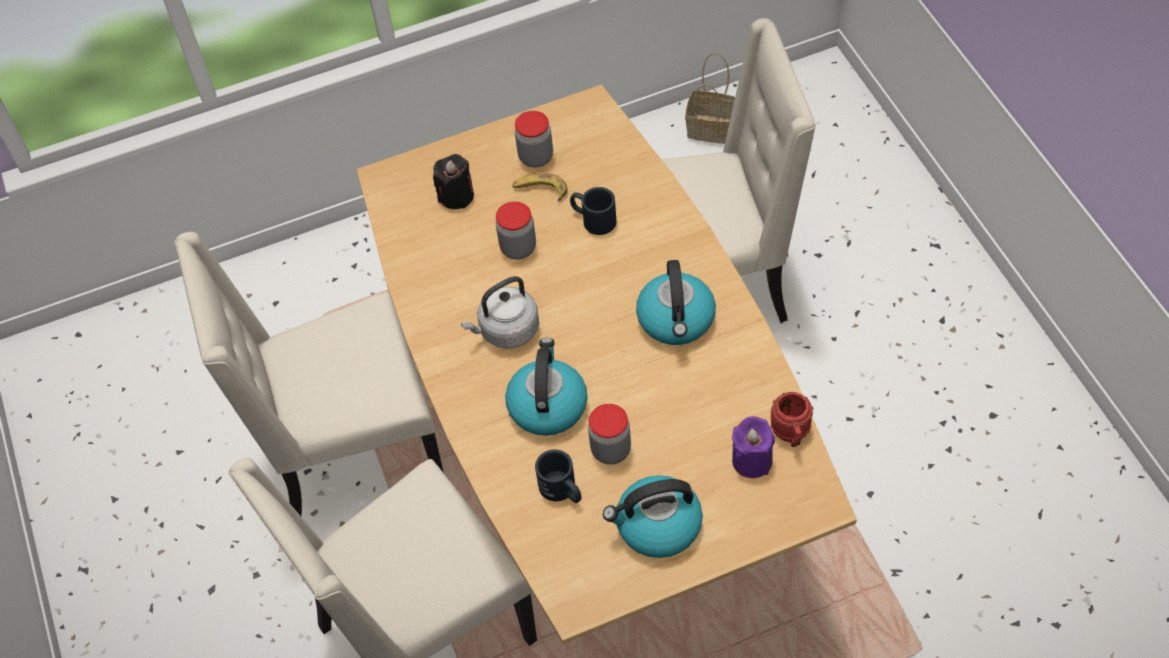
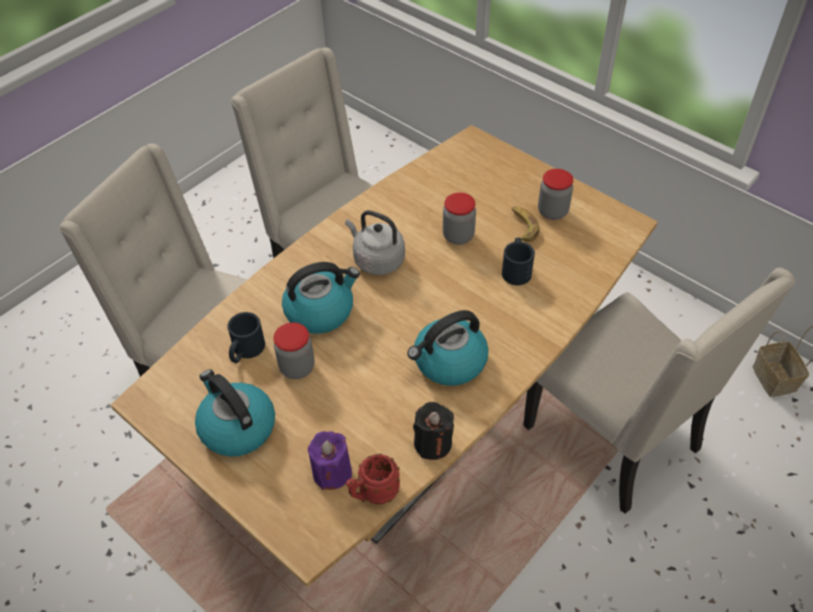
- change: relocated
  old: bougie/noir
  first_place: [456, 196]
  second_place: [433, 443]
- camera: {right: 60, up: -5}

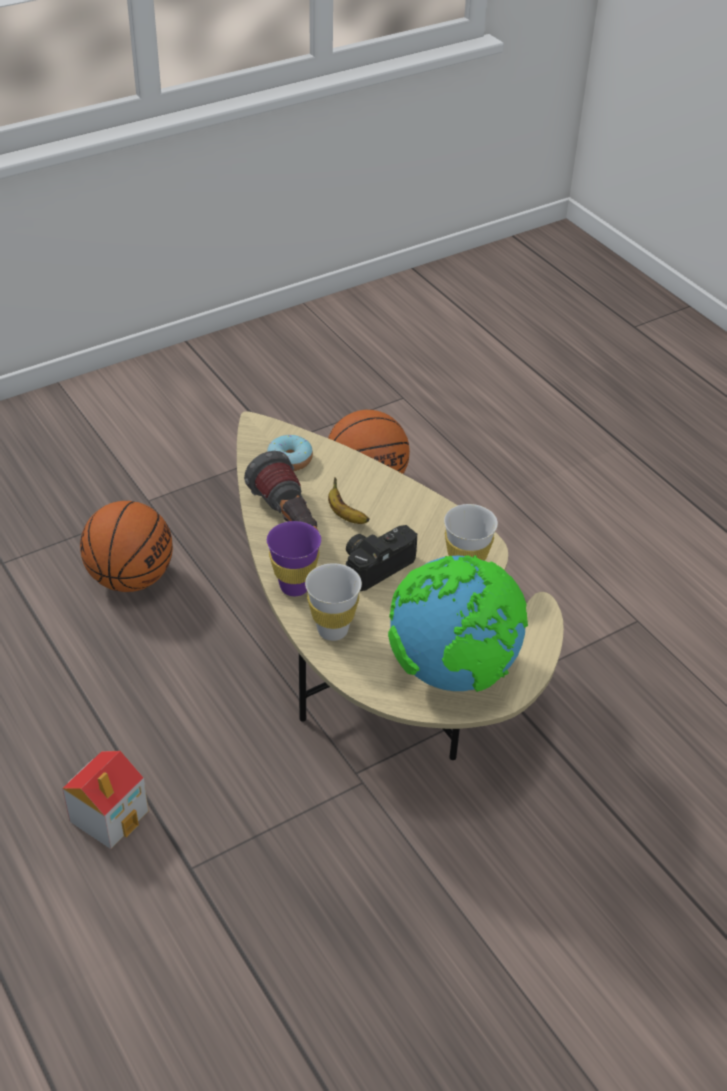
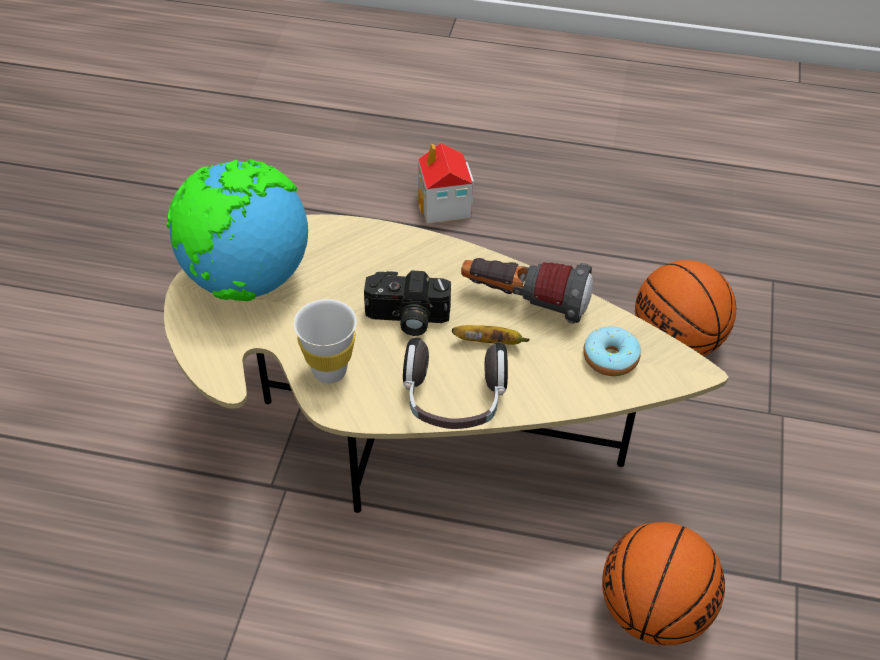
- change: missing
  old: tasse/violet
  first_place: [294, 586]
- change: missing
  old: tasse/blanc
  first_place: [332, 630]
- change: appeared
  new: casque audio
  second_place: [454, 402]
- change: spun
  old: appareil photo
  first_place: [376, 564]
  second_place: [406, 318]
  degrees: 90
- camera: {right: 135, up: 5}

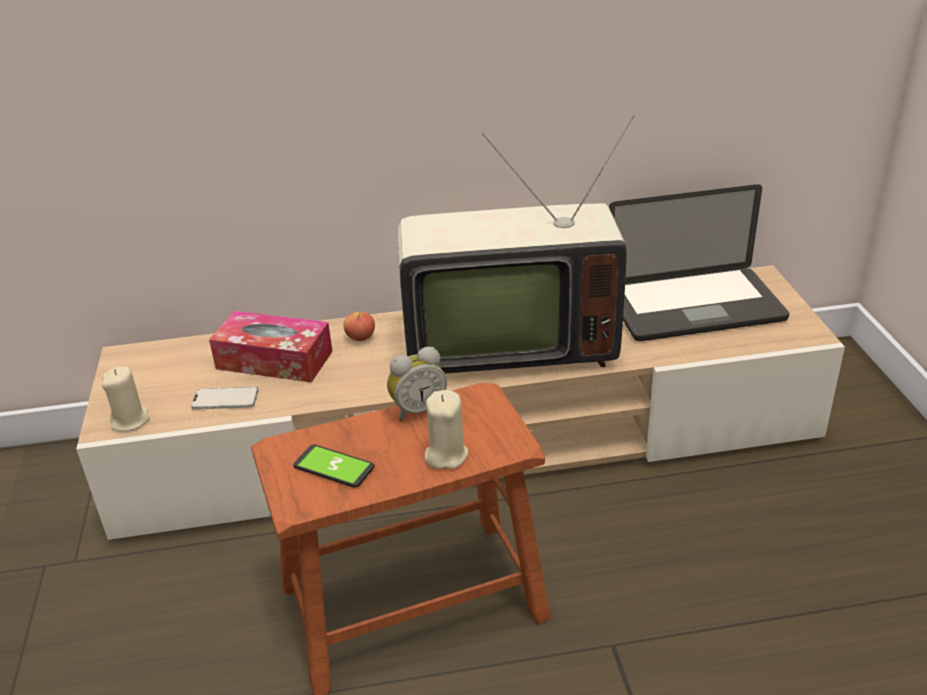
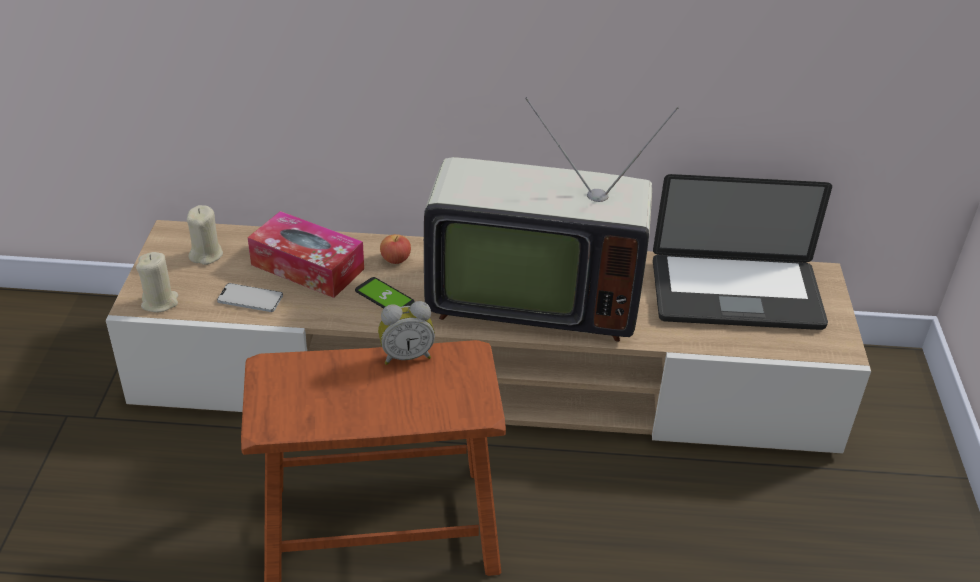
- change: relocated
  old: téléphone
  first_place: [334, 467]
  second_place: [384, 297]
- change: relocated
  old: bougie/beige
  first_place: [446, 455]
  second_place: [206, 254]
- camera: {right: 10, up: 5}

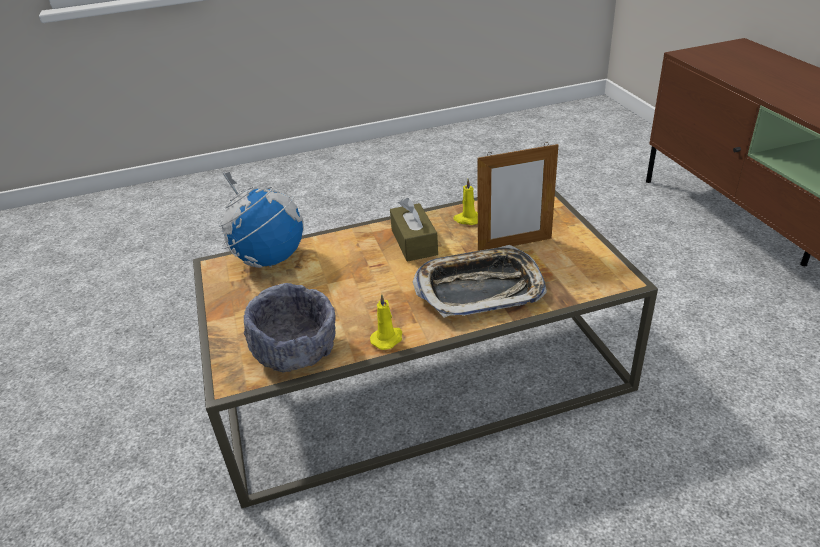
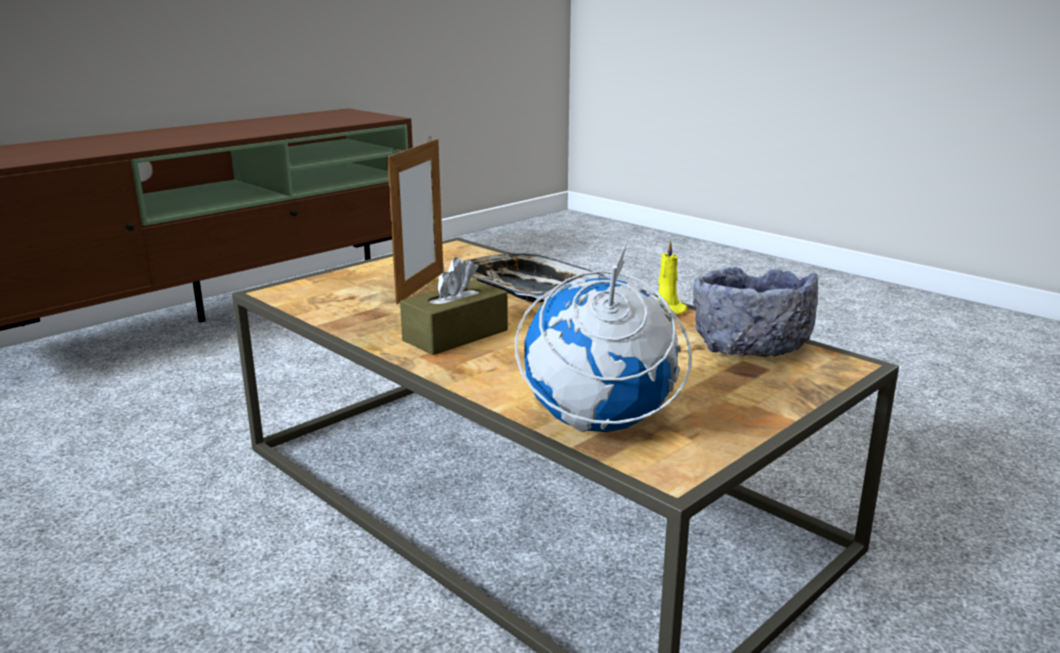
- change: missing
  old: bougie/jaune
  first_place: [467, 219]
- change: spun
  old: cadre photo
  first_place: [514, 245]
  second_place: [420, 287]
  degrees: 60
- camera: {right: -120, up: -15}

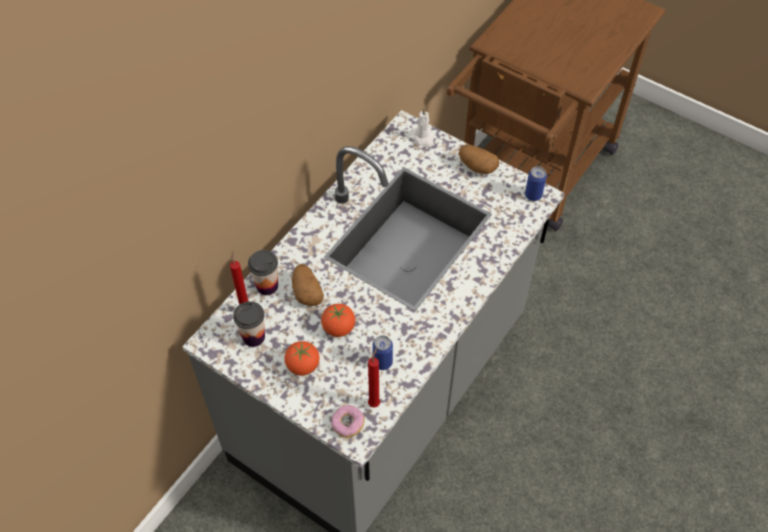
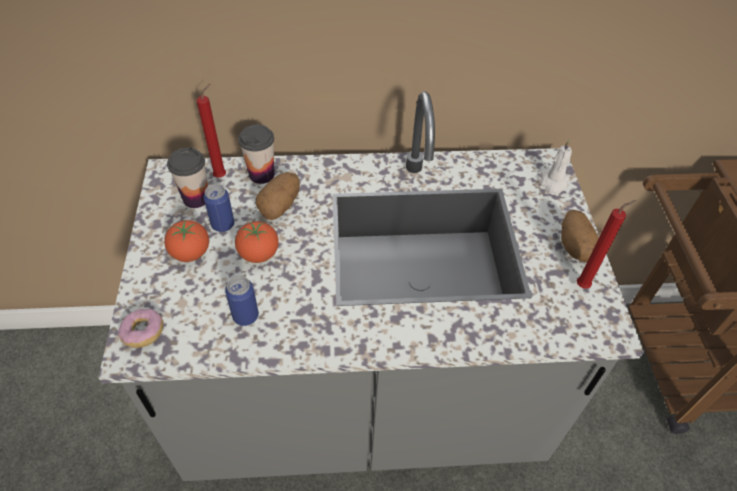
- change: relocated
  old: bougie/rouge
  first_place: [375, 402]
  second_place: [584, 285]
- change: relocated
  old: boîte métallique
  first_place: [533, 195]
  second_place: [223, 224]
- camera: {right: 50, up: -5}

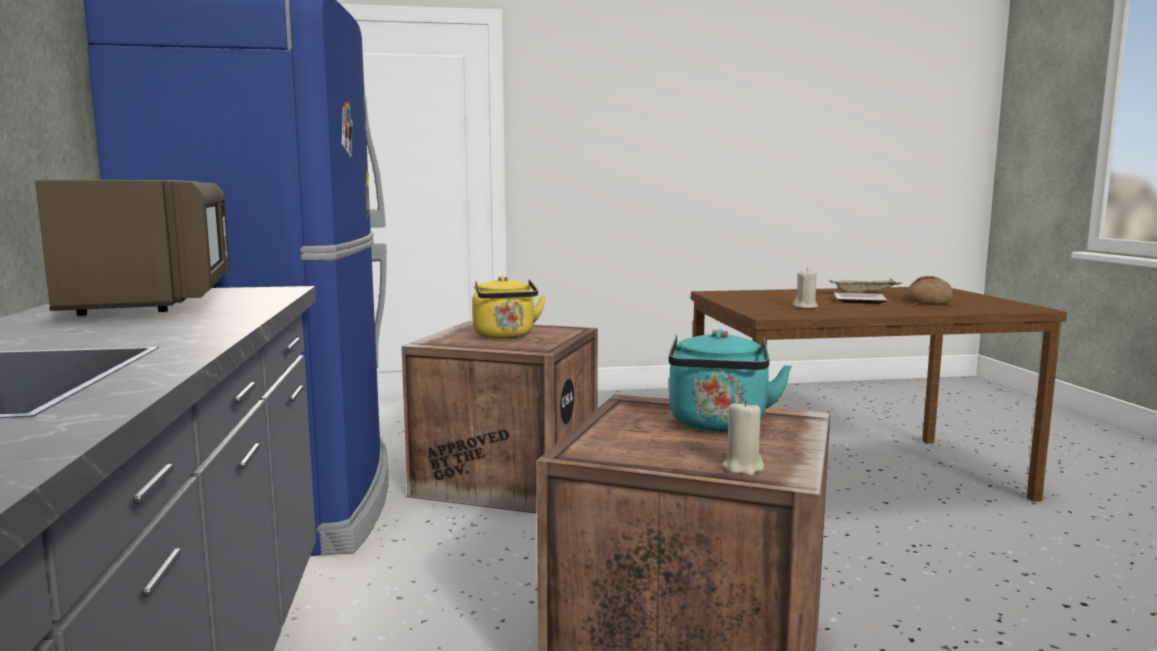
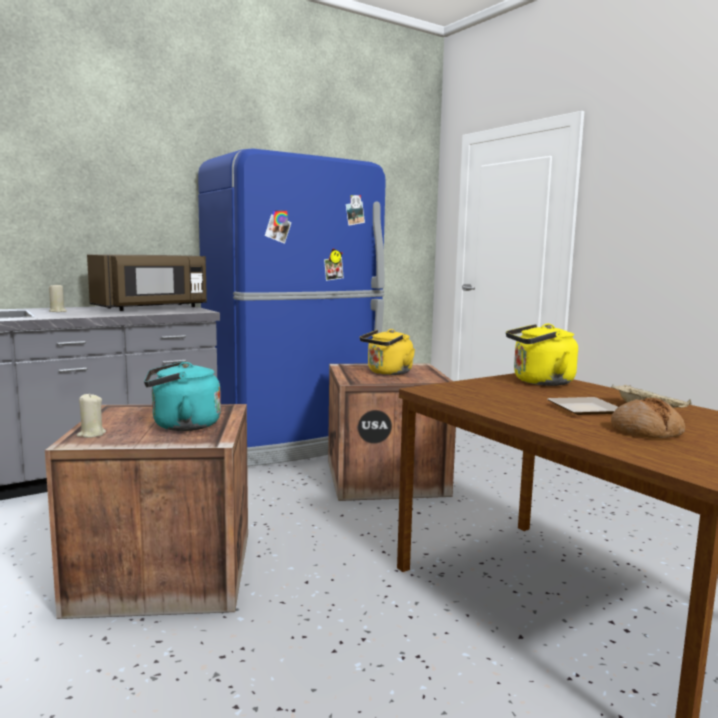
- change: appeared
  new: bouilloire/jaune
  second_place: [539, 382]
- change: relocated
  old: bougie/beige
  first_place: [805, 307]
  second_place: [58, 311]
- camera: {right: 65, up: 0}

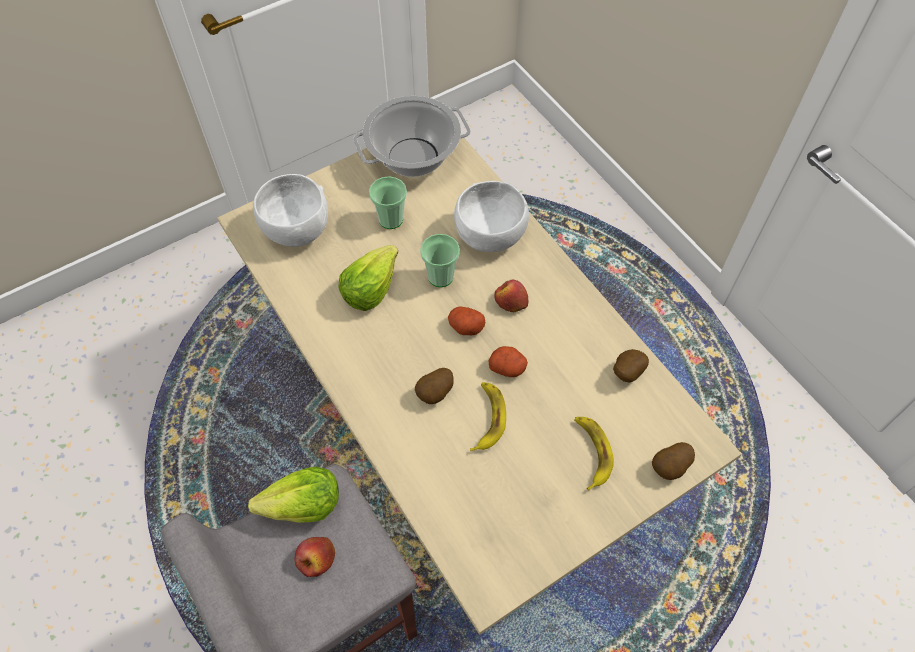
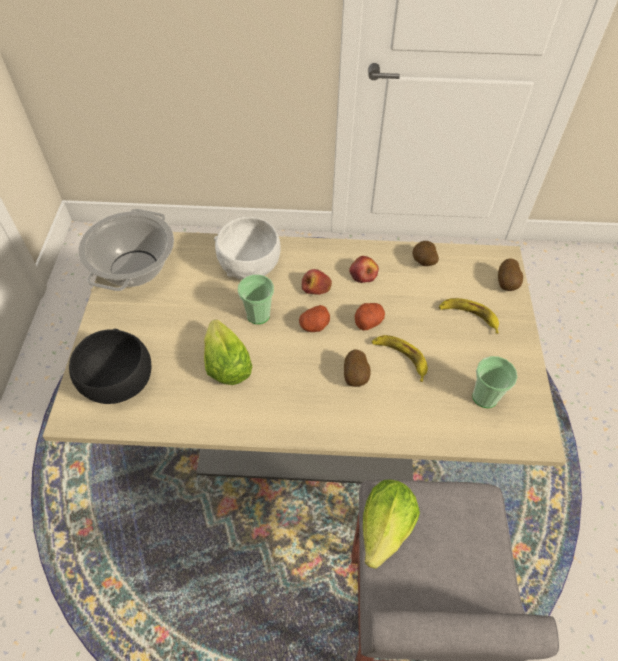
- change: relocated
  old: pomme
  first_place: [316, 558]
  second_place: [363, 274]
- change: relocated
  old: tasse
  first_place: [390, 219]
  second_place: [485, 397]
- change: colour
  old: bol/blanc
  new: bol/noir
  first_place: [296, 229]
  second_place: [119, 382]
- camera: {right: -55, up: -5}

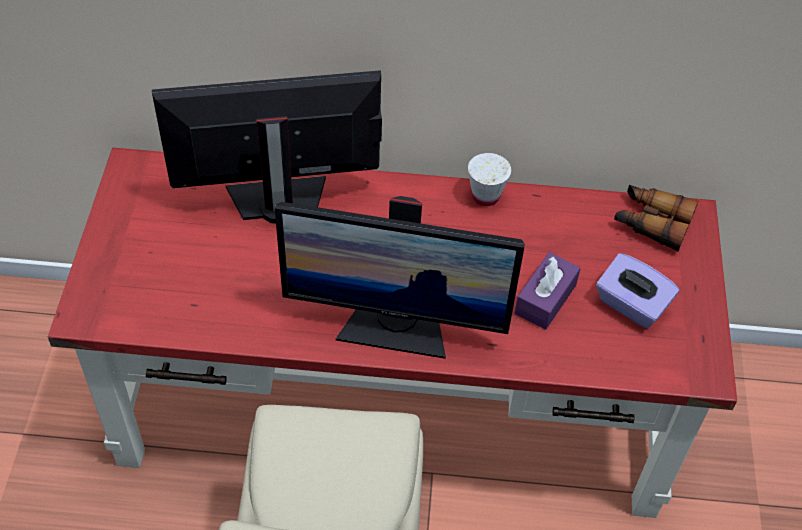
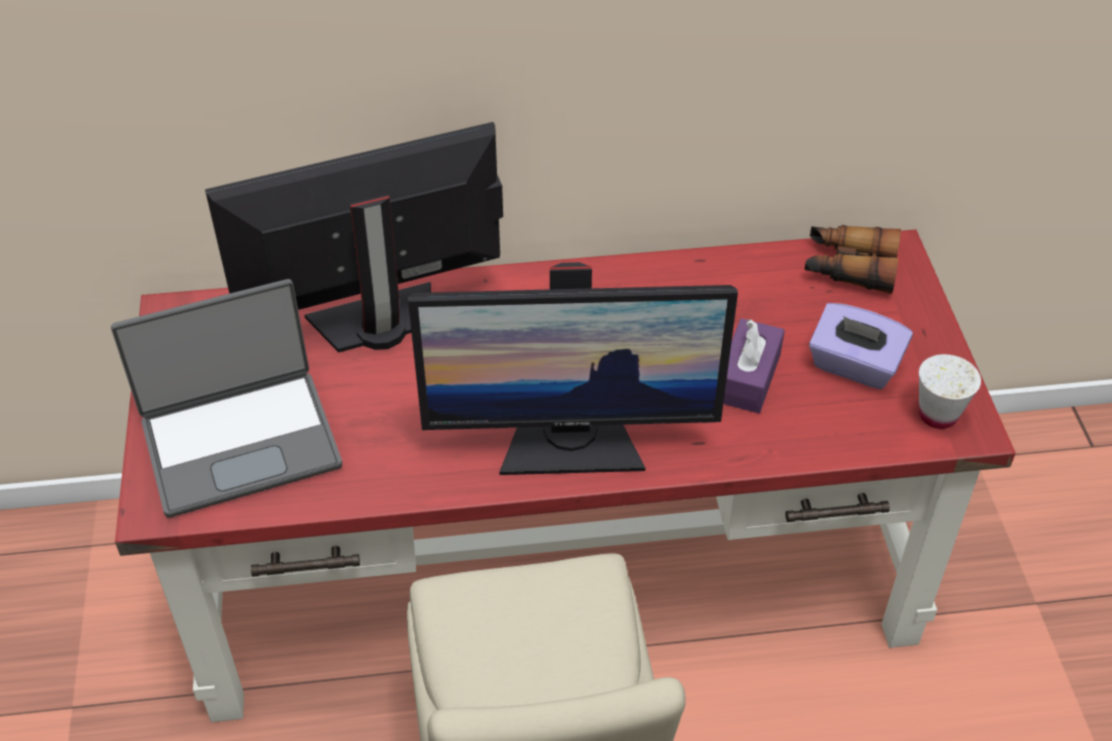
- change: appeared
  new: ordinateur portable
  second_place: [240, 441]
- change: relocated
  old: tasse/blanc
  first_place: [485, 196]
  second_place: [938, 415]
- camera: {right: -10, up: -5}

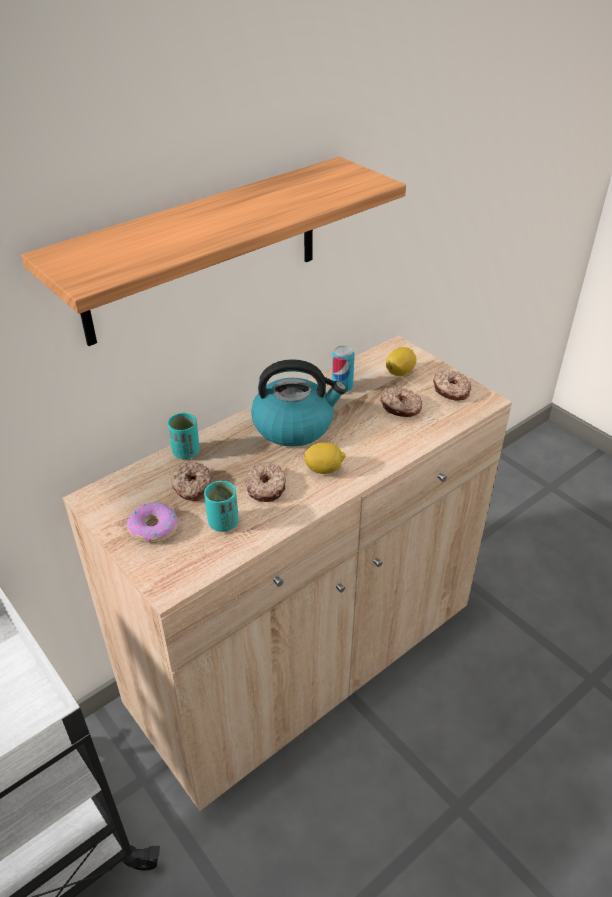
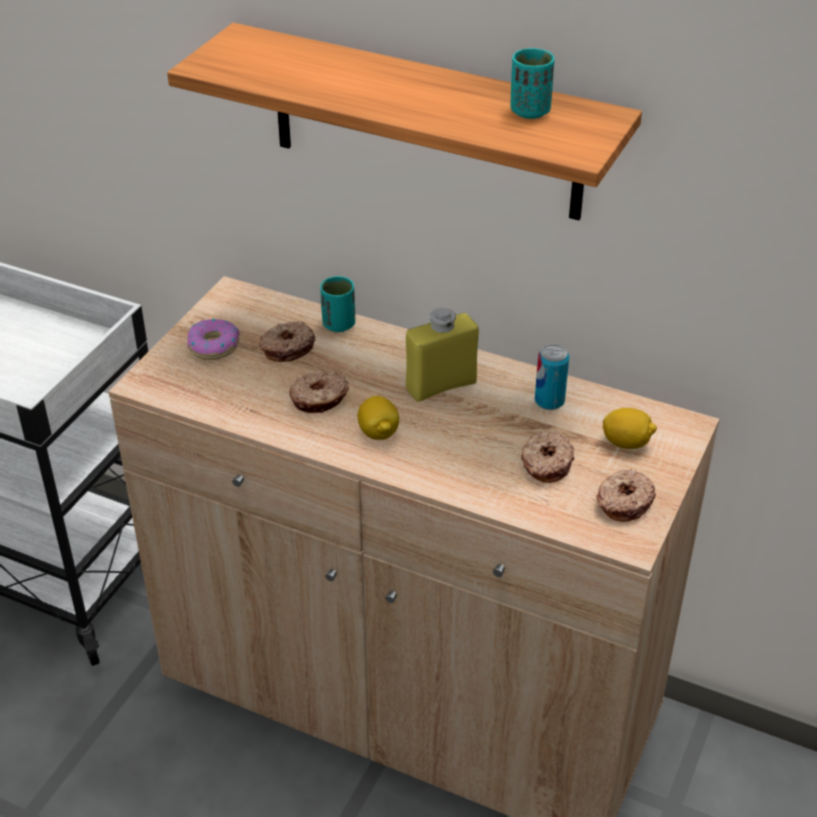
- change: relocated
  old: tasse/turquoise
  first_place: [223, 523]
  second_place: [530, 111]
- change: exchanged
  old: bouilloire
  new: bouteille/jaune
  first_place: [294, 426]
  second_place: [441, 386]
- camera: {right: 65, up: 0}

